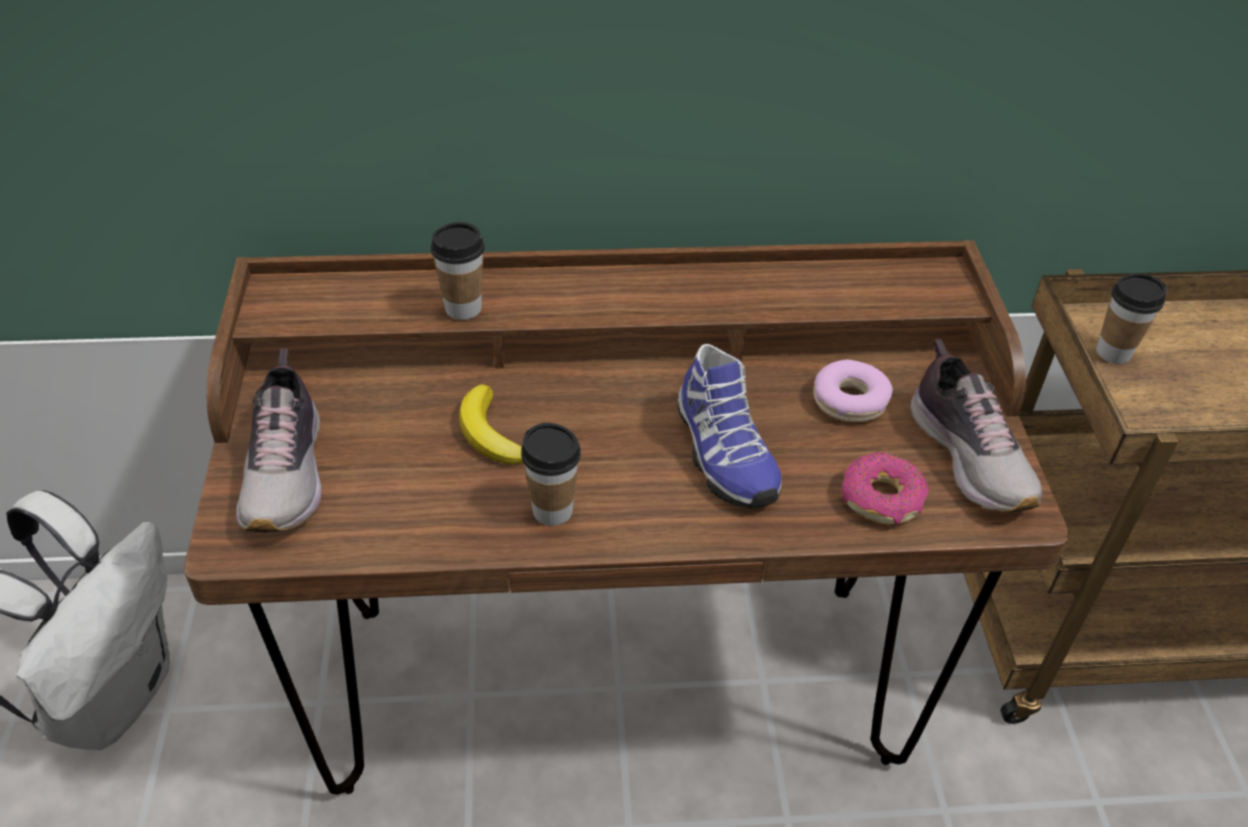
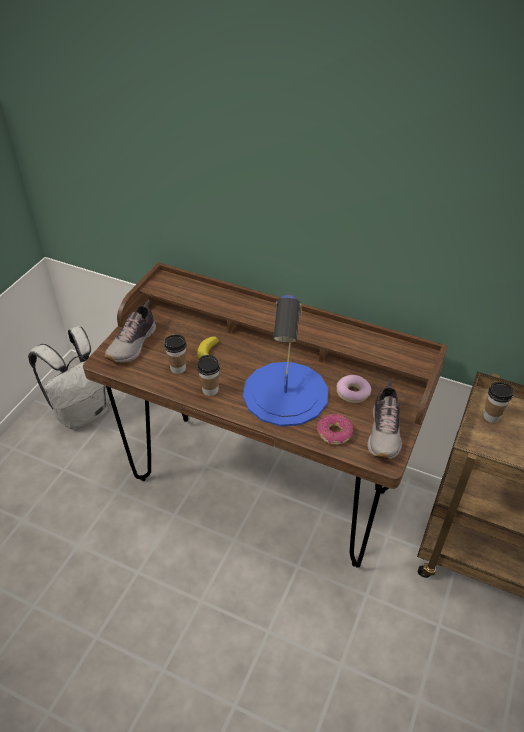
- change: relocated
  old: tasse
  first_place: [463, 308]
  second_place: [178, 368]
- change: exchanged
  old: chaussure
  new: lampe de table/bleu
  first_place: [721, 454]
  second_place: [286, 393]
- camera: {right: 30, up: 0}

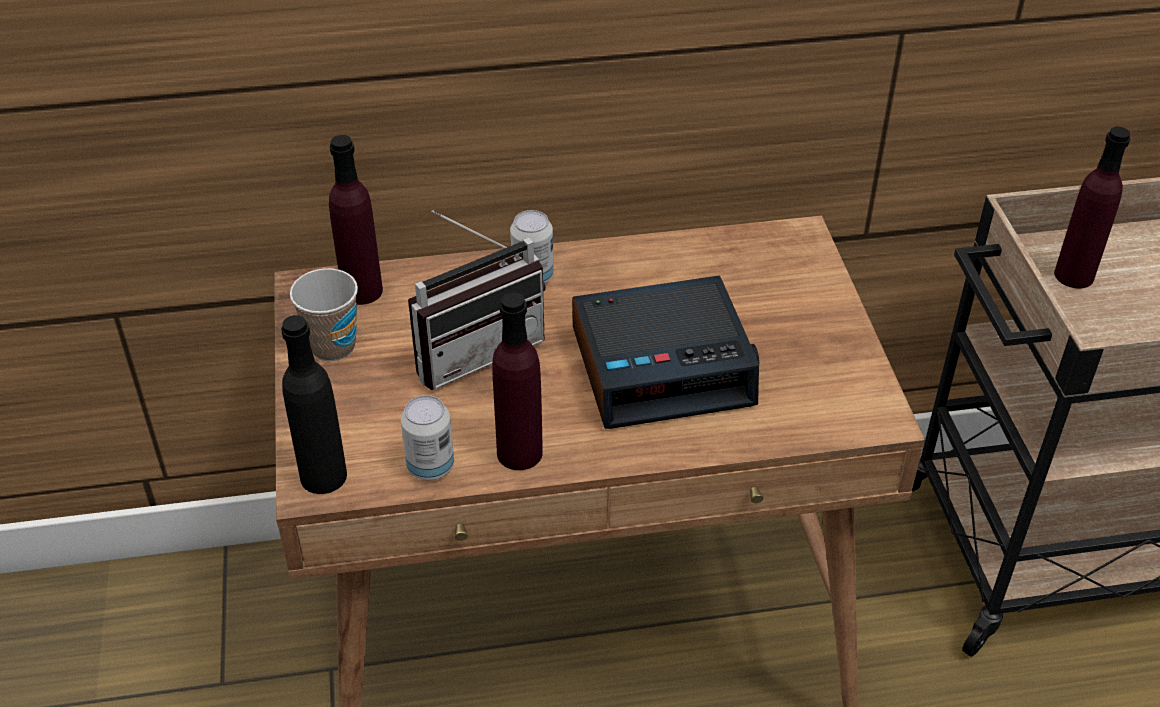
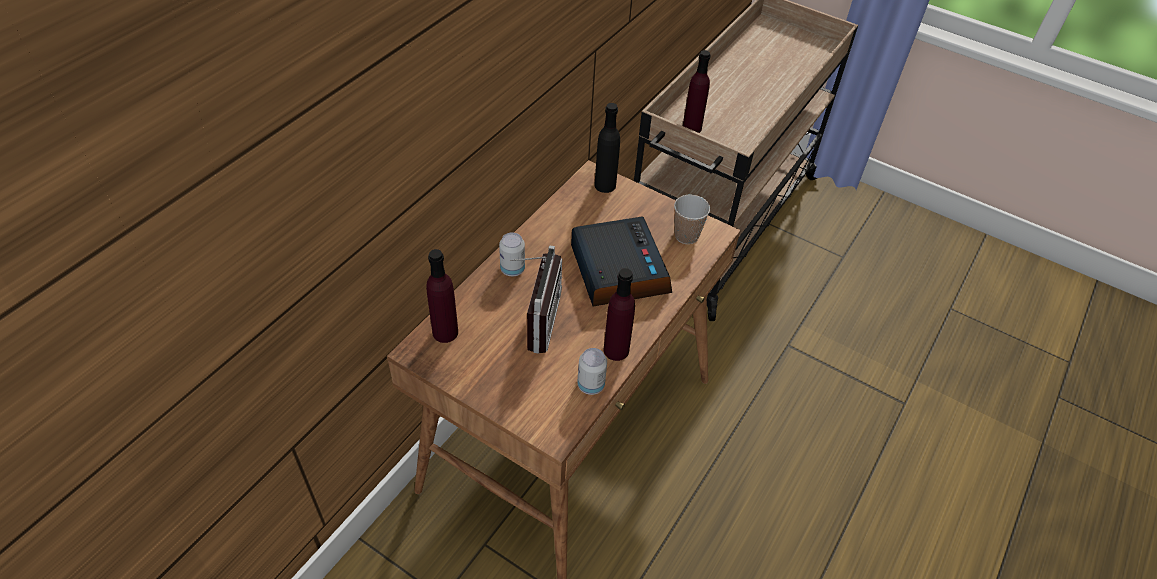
- change: relocated
  old: bouteille/noir
  first_place: [323, 476]
  second_place: [605, 185]
- change: relocated
  old: tasse
  first_place: [333, 346]
  second_place: [686, 236]
- change: spun
  old: réveil
  first_place: [663, 365]
  second_place: [618, 269]
  degrees: -45
- camera: {right: -50, up: 5}

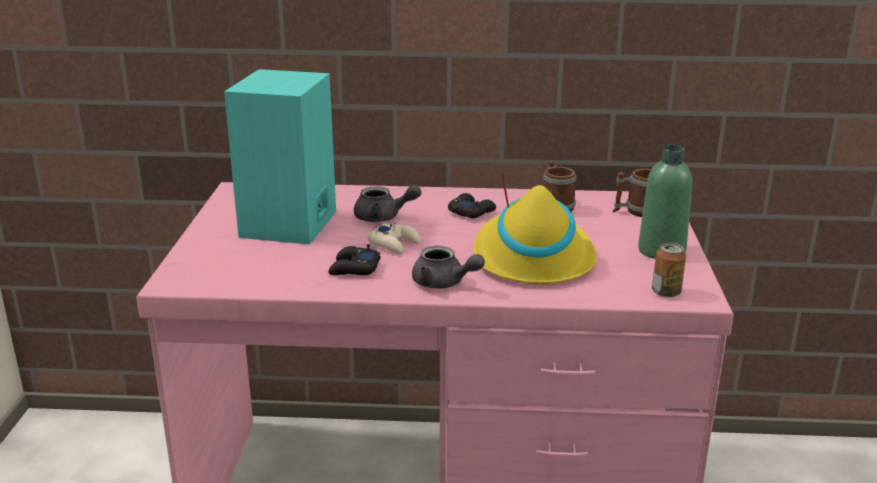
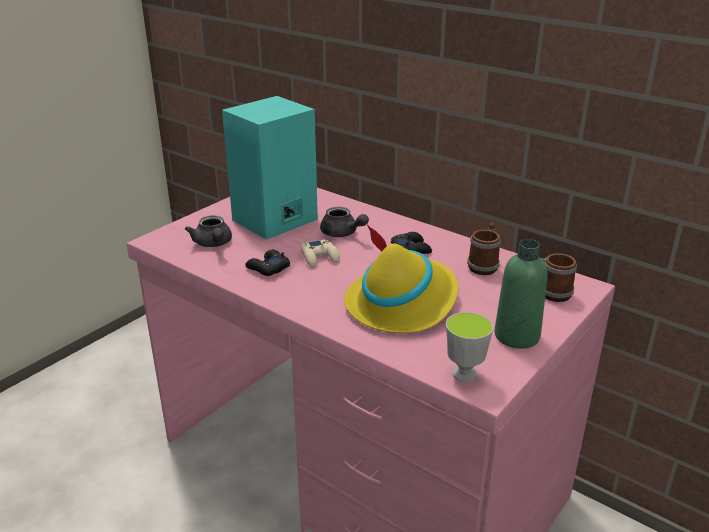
- change: relocated
  old: théière/gris
  first_place: [444, 283]
  second_place: [213, 244]
- change: exchanged
  old: boîte métallique
  new: tasse
  first_place: [666, 292]
  second_place: [464, 374]
- camera: {right: 35, up: 5}

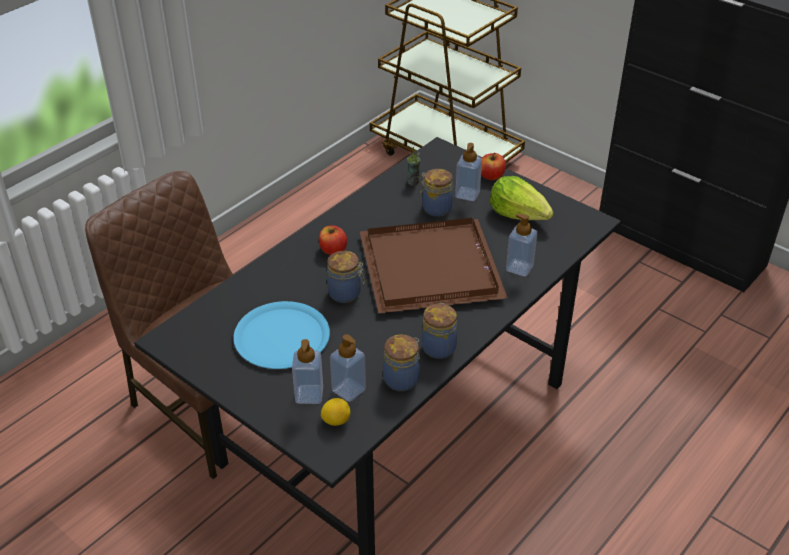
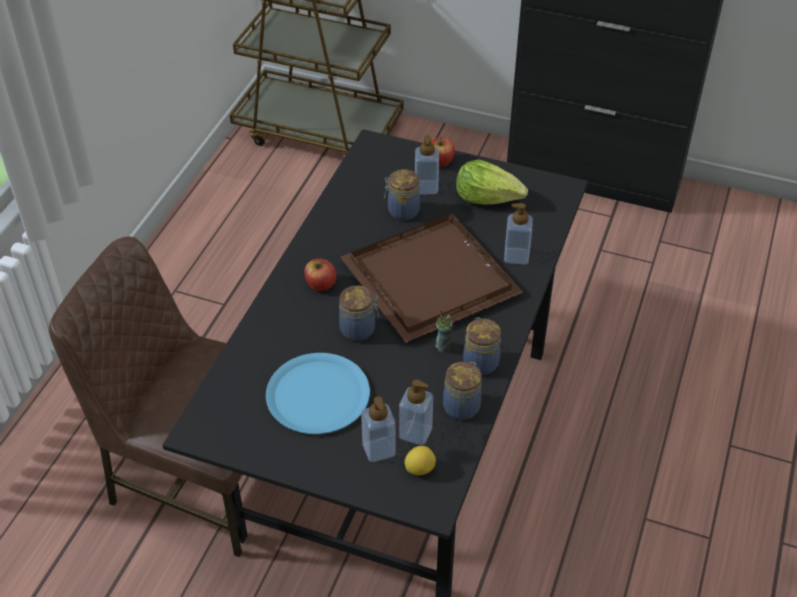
- change: relocated
  old: tasse
  first_place: [413, 182]
  second_place: [443, 347]
- camera: {right: -20, up: 5}

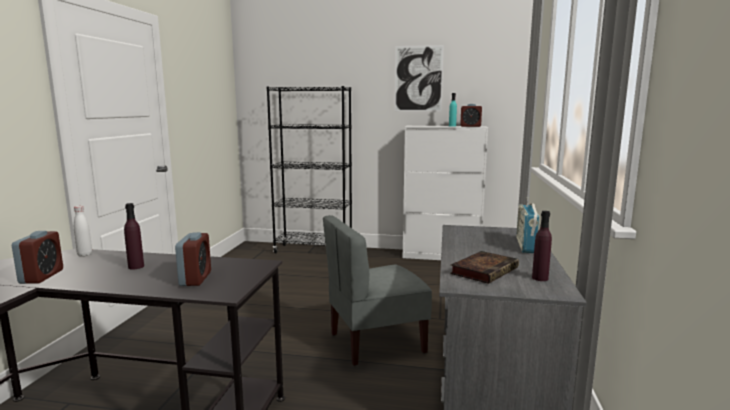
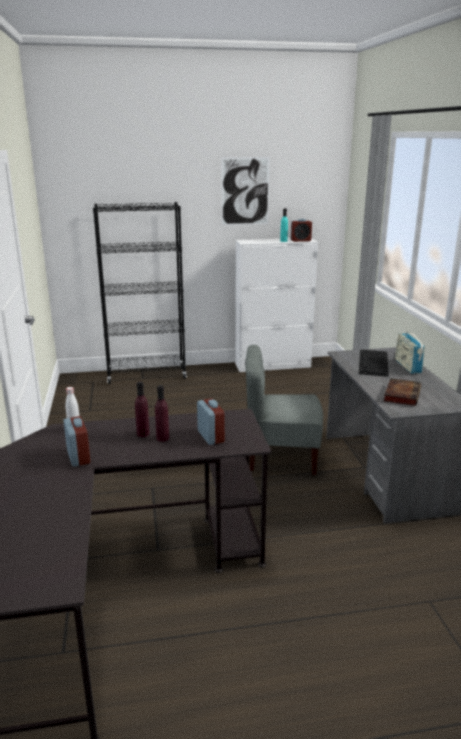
- change: appeared
  new: clavier
  second_place: [373, 363]
- change: relocated
  old: bouteille/violet
  first_place: [540, 278]
  second_place: [162, 438]
- change: spun
  old: chaise/gris
  first_place: [376, 342]
  second_place: [281, 457]
  degrees: 45
- camera: {right: -20, up: 10}

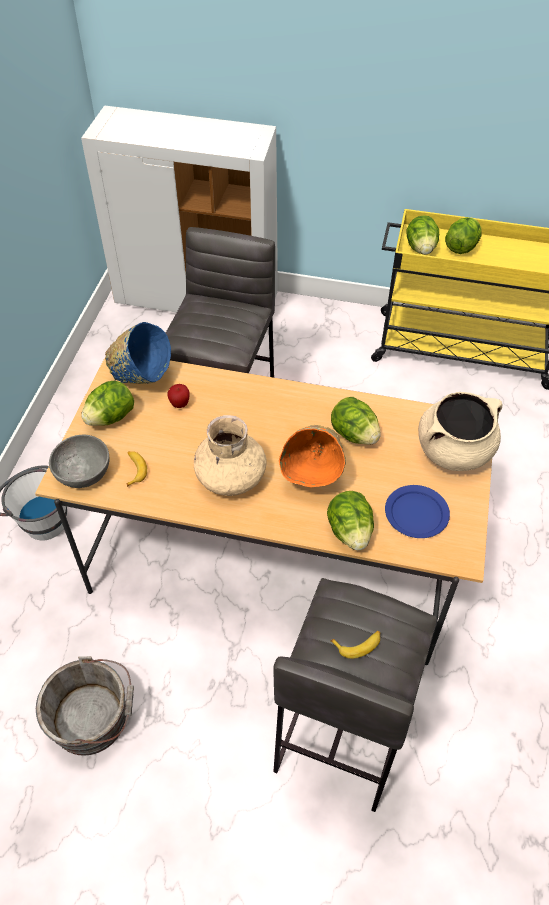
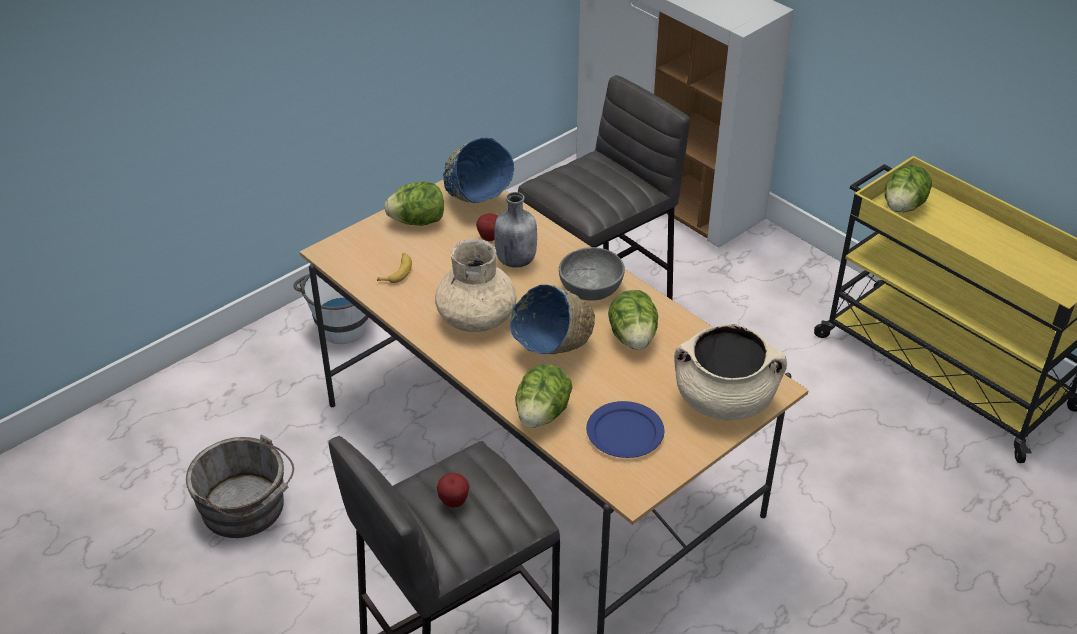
- change: missing
  old: laitue
  first_place: [461, 247]
- change: appeared
  new: bouteille/gris
  second_place: [515, 260]
- change: relocated
  old: bol/gris
  first_place: [83, 472]
  second_place: [591, 288]
- change: exchanged
  old: banane
  new: pomme
  first_place: [358, 644]
  second_place: [454, 502]
- change: colour
  old: bol/orange
  new: bol/bleu
  first_place: [313, 476]
  second_place: [555, 353]
- camera: {right: 35, up: -10}

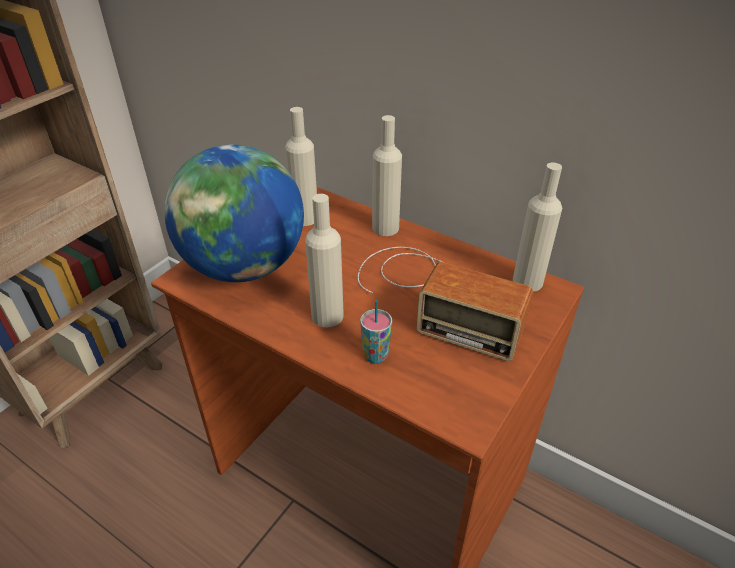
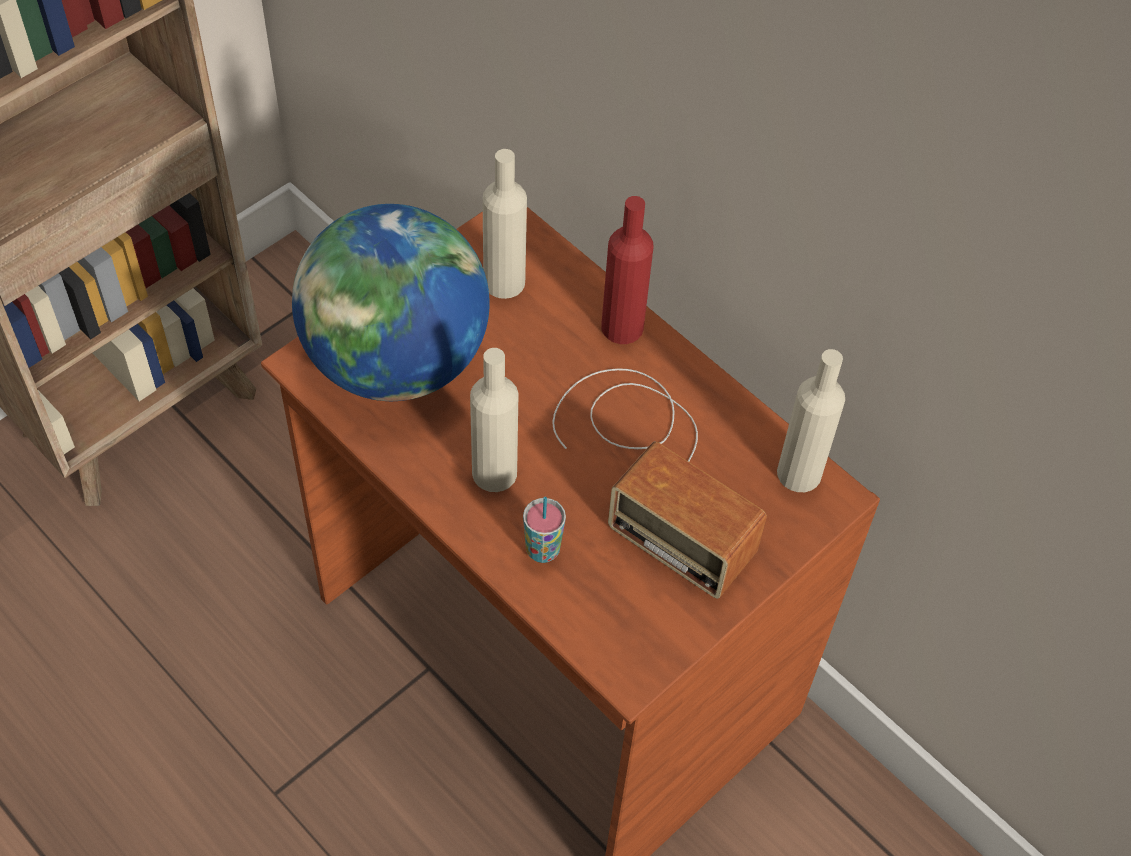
- change: colour
  old: bouteille/beige
  new: bouteille/rouge
  first_place: [385, 228]
  second_place: [622, 327]
- camera: {right: 10, up: 15}

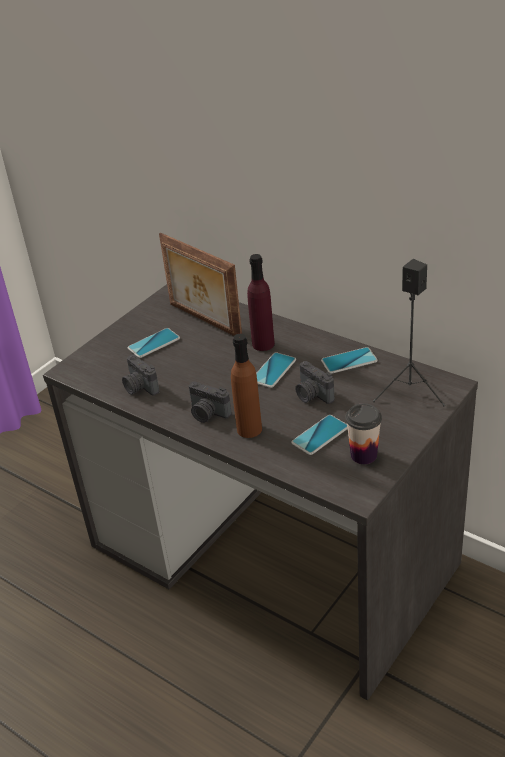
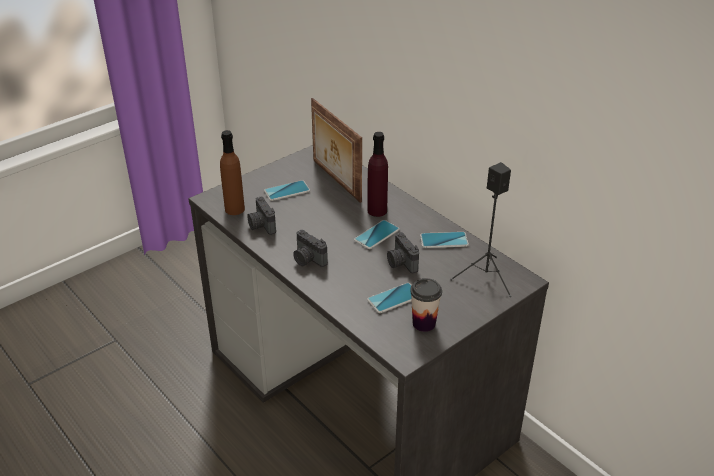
- change: relocated
  old: bouteille/marron
  first_place: [249, 429]
  second_place: [234, 209]
- camera: {right: 10, up: 0}

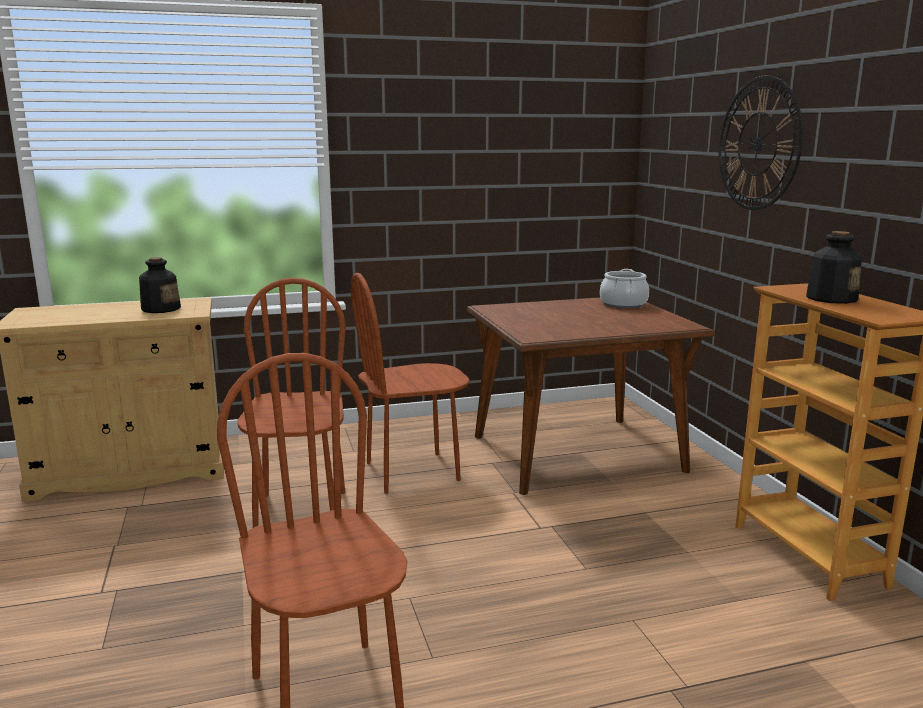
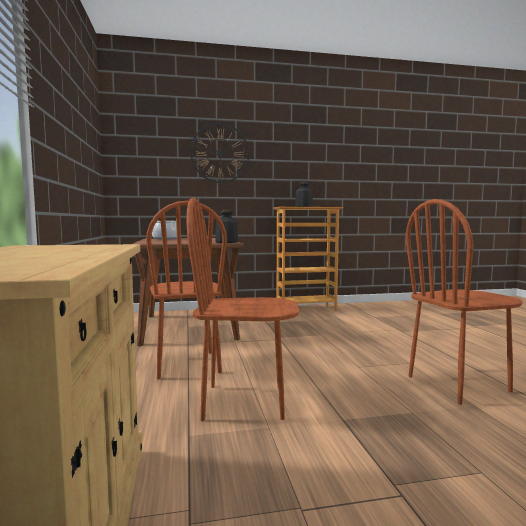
- change: relocated
  old: bouteille
  first_place: [160, 309]
  second_place: [226, 242]
- camera: {right: -85, up: -10}

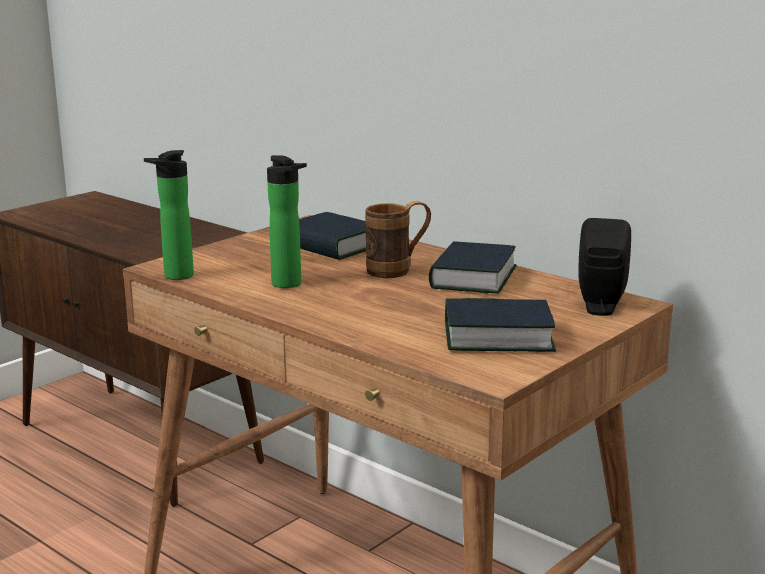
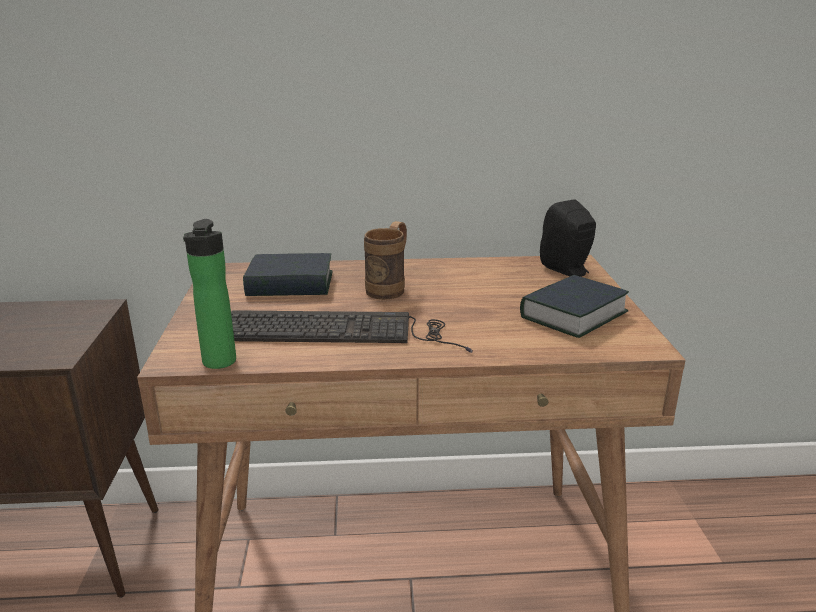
- change: missing
  old: livre
  first_place: [473, 278]
- change: exchanged
  old: bouteille
  new: clavier
  first_place: [289, 285]
  second_place: [340, 331]
- camera: {right: -45, up: 5}

